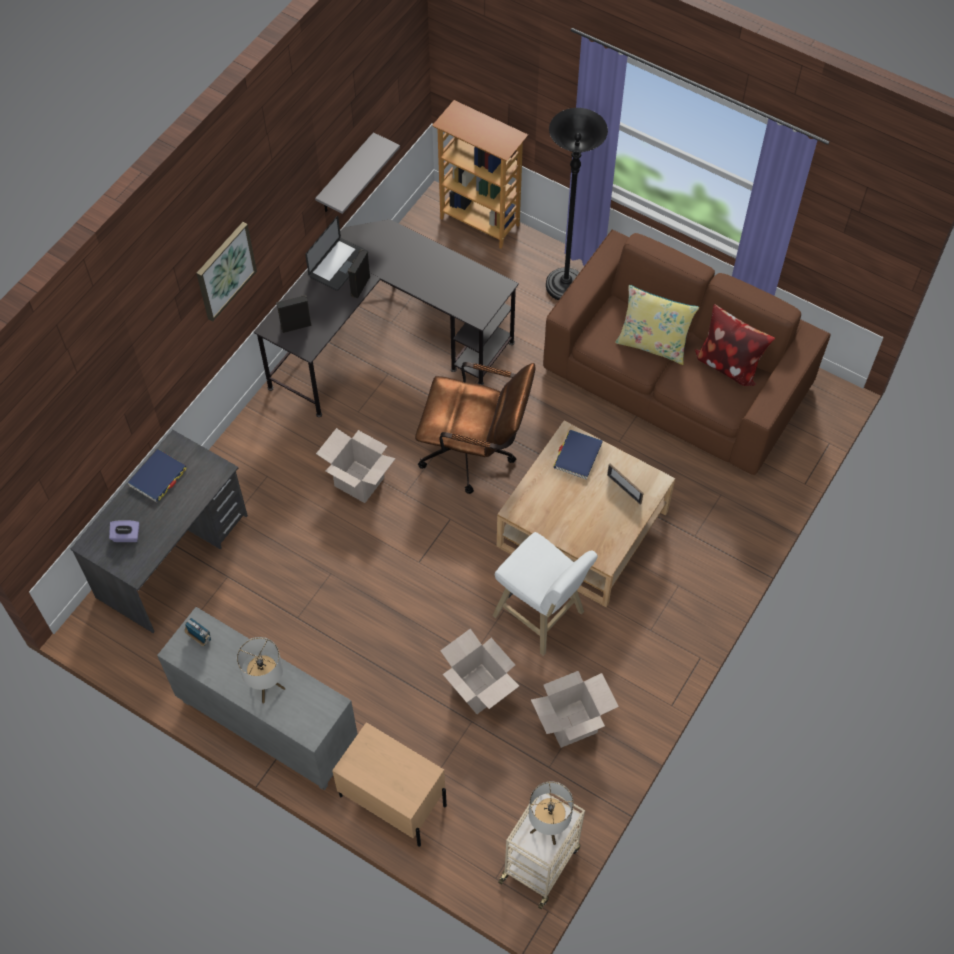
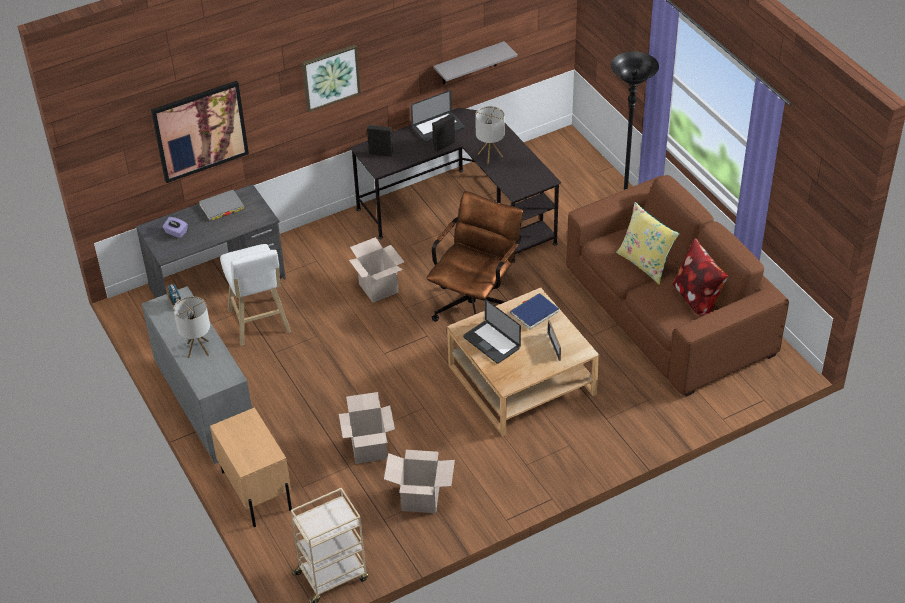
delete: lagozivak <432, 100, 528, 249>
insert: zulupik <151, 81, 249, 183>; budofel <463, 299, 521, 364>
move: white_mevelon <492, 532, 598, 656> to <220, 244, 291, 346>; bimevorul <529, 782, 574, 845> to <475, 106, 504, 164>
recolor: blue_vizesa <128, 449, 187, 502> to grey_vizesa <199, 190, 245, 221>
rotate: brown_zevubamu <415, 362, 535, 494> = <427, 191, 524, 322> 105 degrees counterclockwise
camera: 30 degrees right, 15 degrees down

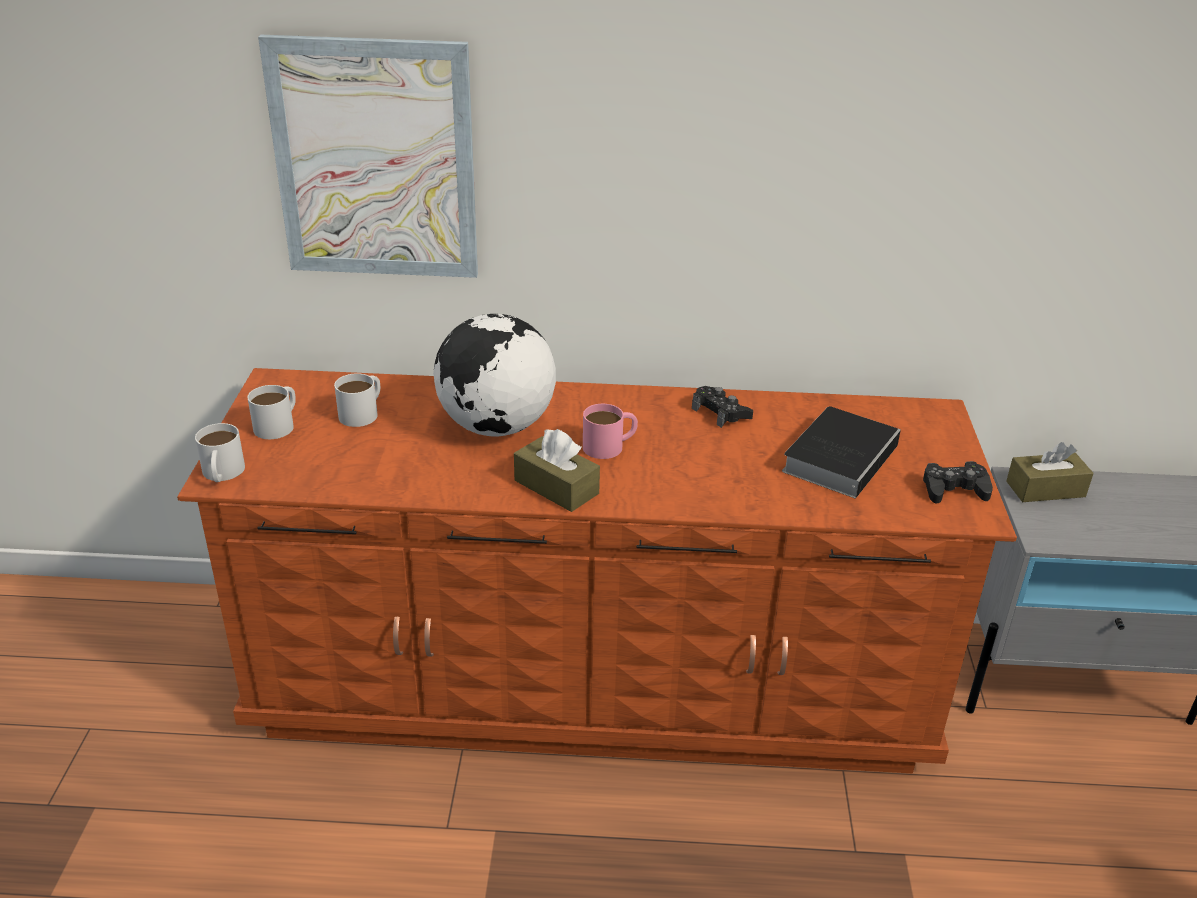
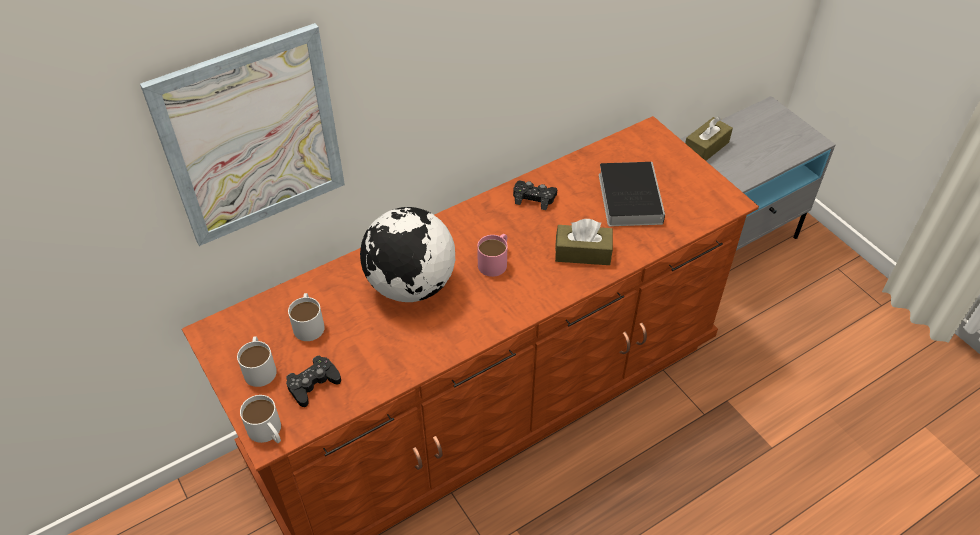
move: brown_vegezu <514, 429, 600, 512> to <555, 219, 613, 265>; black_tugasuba <923, 461, 993, 503> to <286, 355, 341, 407>
camera: 35 degrees left, 15 degrees up

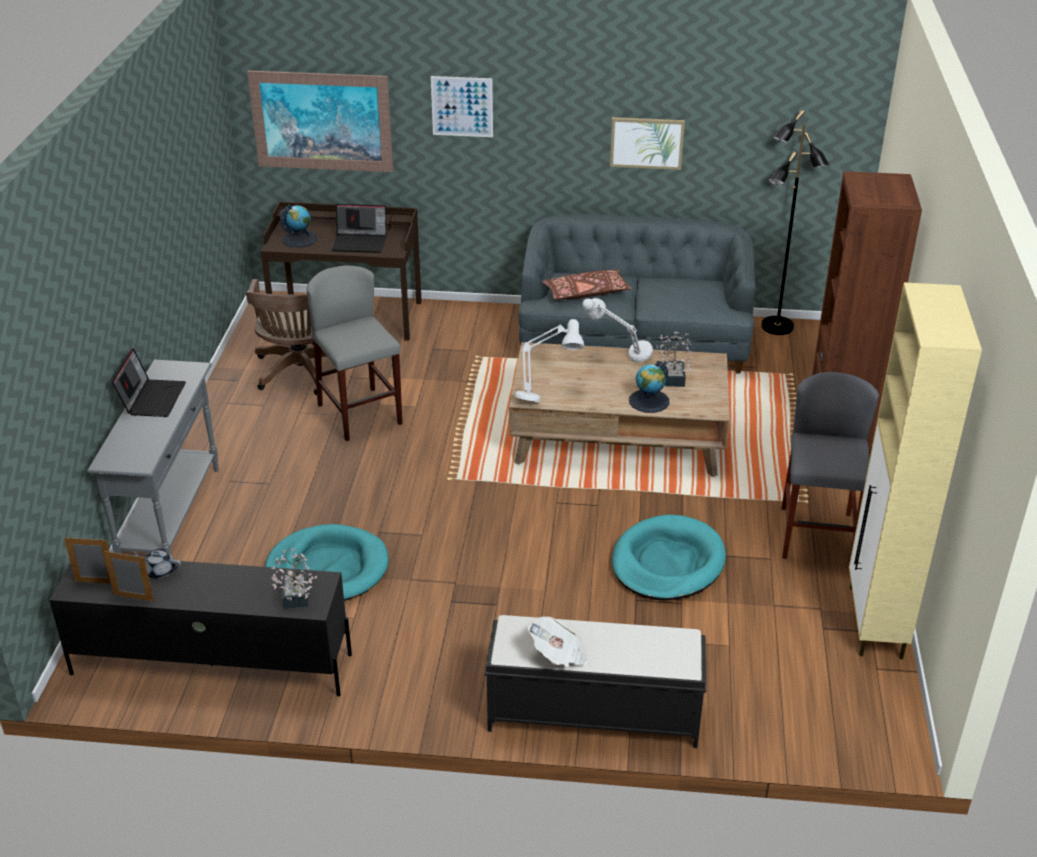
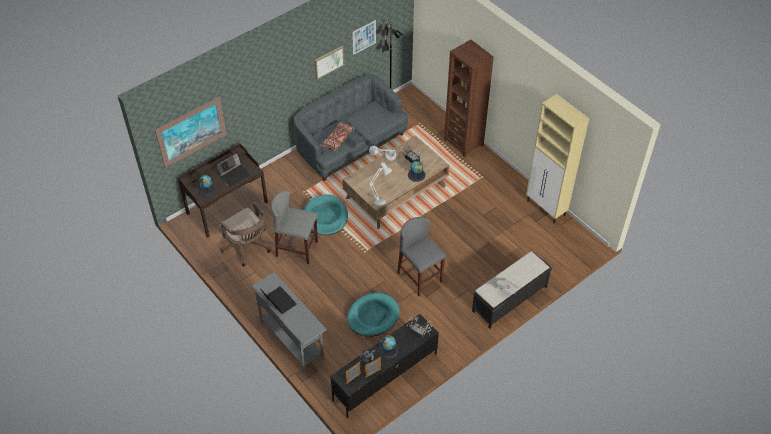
insert: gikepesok <378, 335, 399, 359>
move: zulupik <431, 76, 493, 137> to <352, 20, 376, 55>; grey_mevelon <781, 372, 879, 563> to <397, 217, 446, 296>; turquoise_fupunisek <612, 515, 726, 600> to <304, 194, 348, 235>
camera: 45 degrees left, 15 degrees up

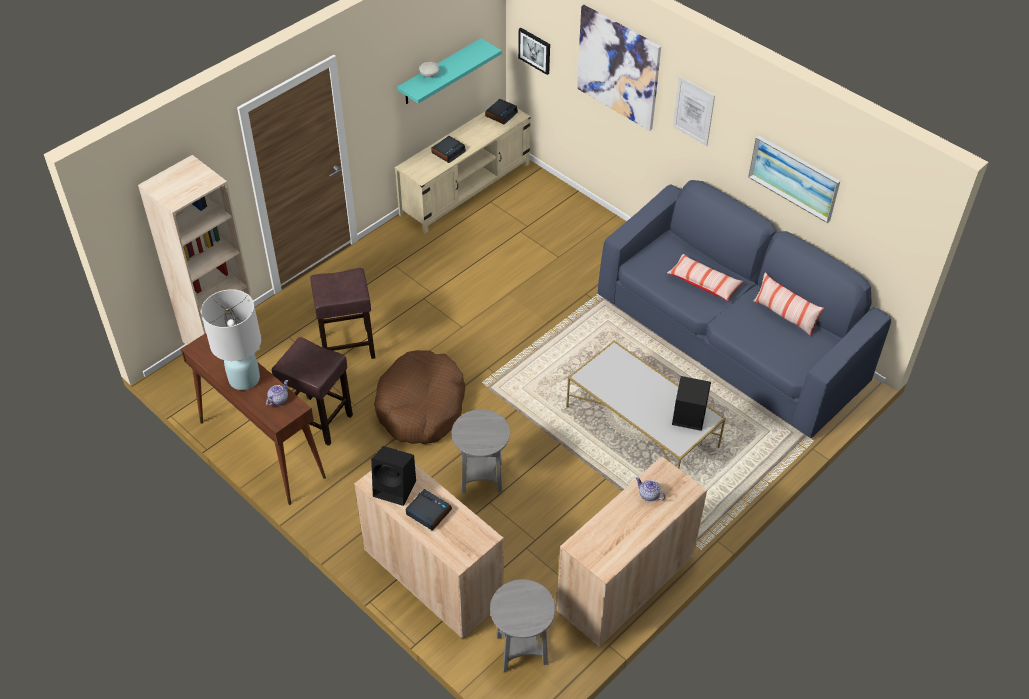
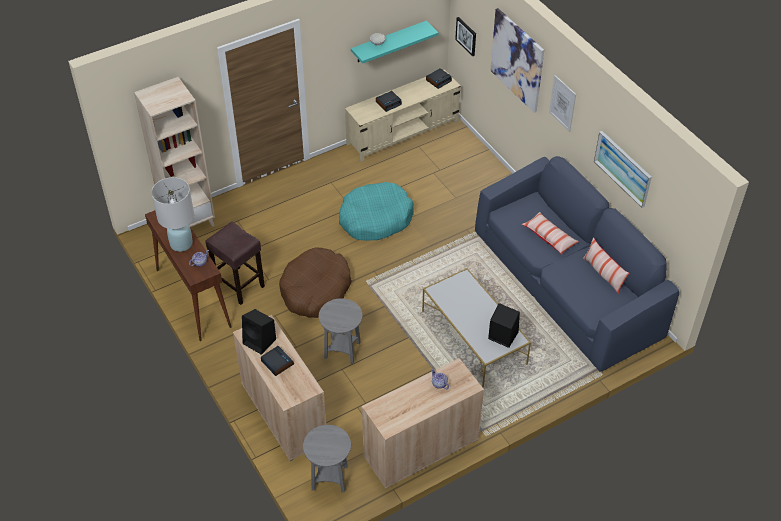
delete: brown_mevelon <310, 268, 375, 359>
insert: turquoise_fupunisek <339, 182, 414, 241>
camera: 15 degrees right, 0 degrees up

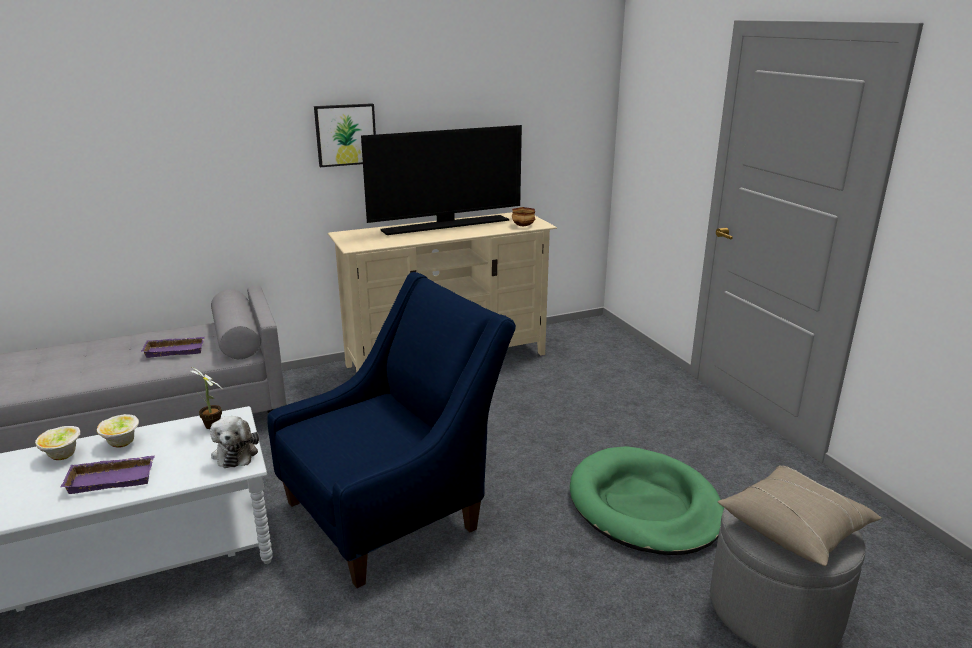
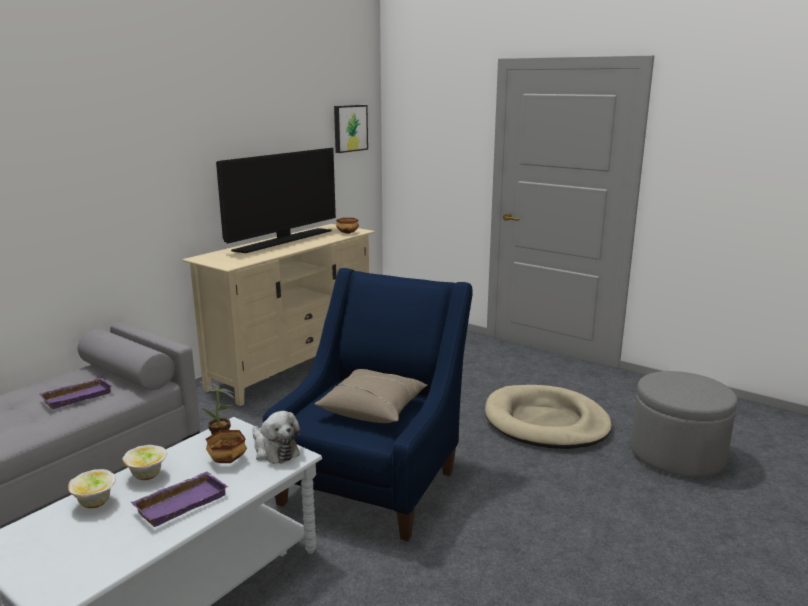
insert: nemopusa <206, 430, 247, 463>
move: zulupik <314, 103, 376, 167> to <334, 105, 368, 153>; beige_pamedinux <718, 465, 882, 566> to <314, 369, 427, 423>
recolor: green_fupunisek <570, 446, 724, 555> to beige_fupunisek <485, 385, 612, 449>
camera: 30 degrees left, 5 degrees down

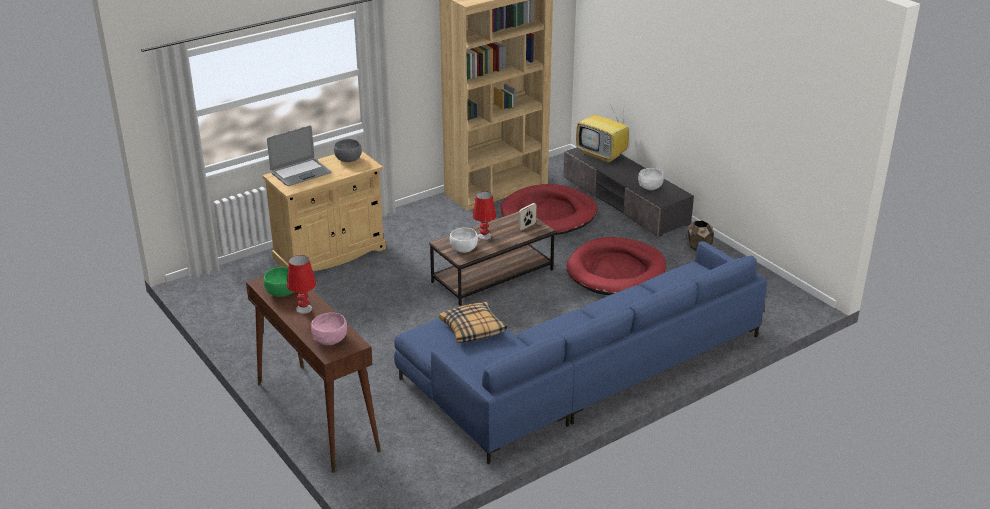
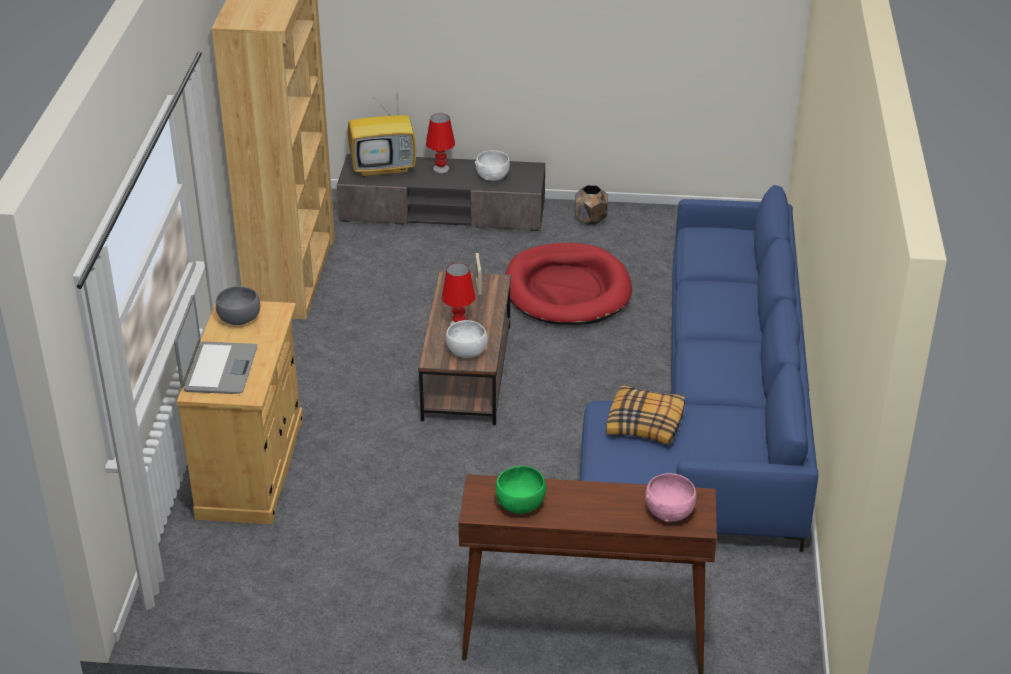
delete: red_fupunisek <500, 184, 597, 235>
move: red_bimevorul <287, 255, 316, 314> to <426, 113, 455, 173>
camera: 50 degrees left, 5 degrees up

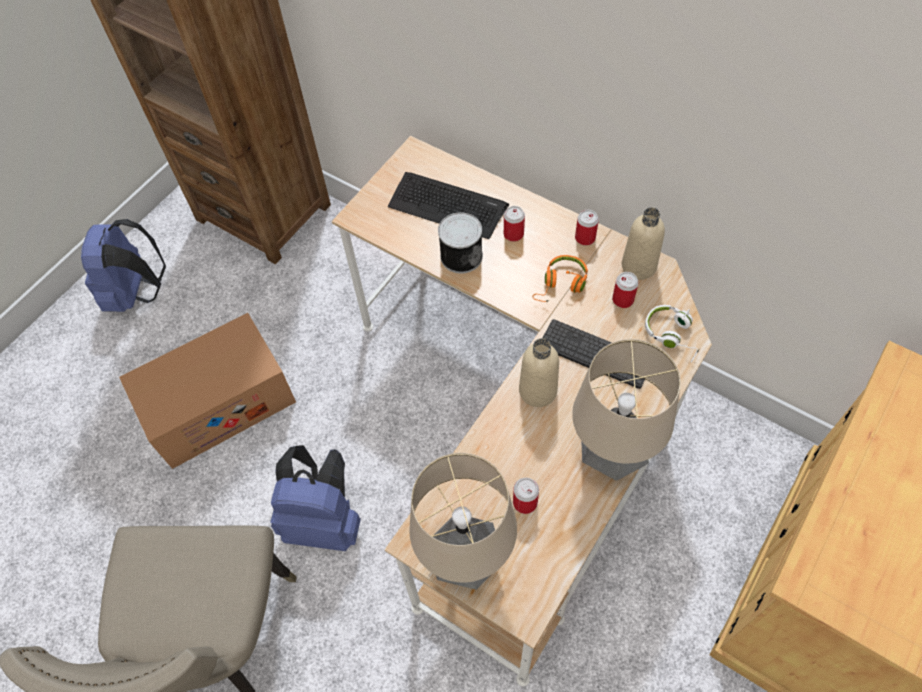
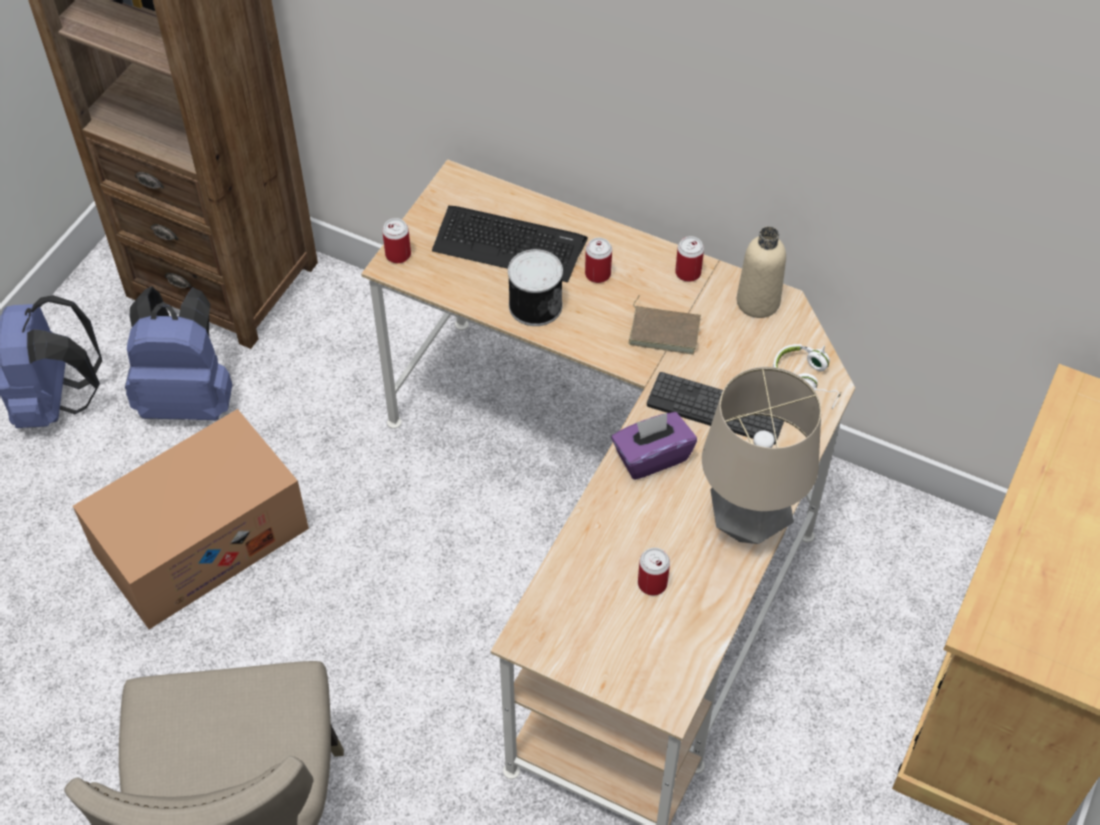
delete: bimevorul <409, 453, 517, 590>
move: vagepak <612, 272, 639, 308> to <382, 218, 411, 263>; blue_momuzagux <270, 445, 361, 551> to <125, 287, 233, 420>
replace: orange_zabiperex <532, 255, 588, 302> to brown_vizesa <628, 295, 701, 354>; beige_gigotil <519, 338, 559, 407> to purple_vegezu <611, 412, 697, 480>
camera: 10 degrees left, 5 degrees down

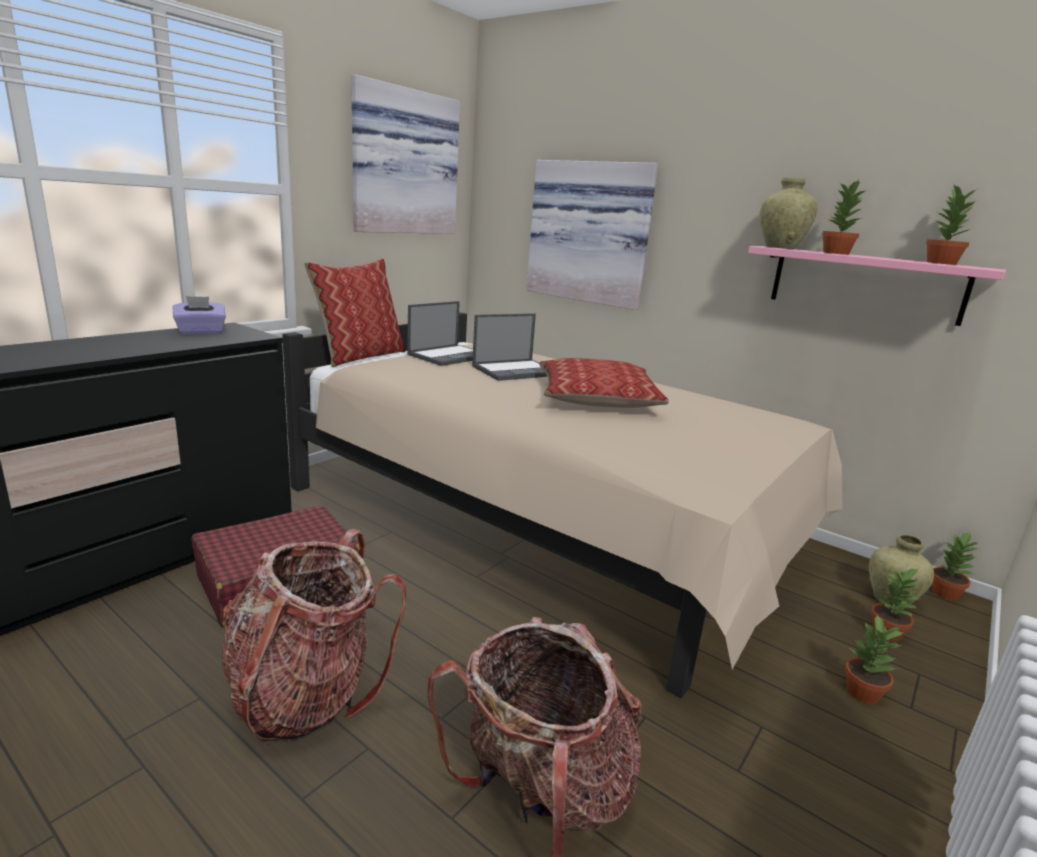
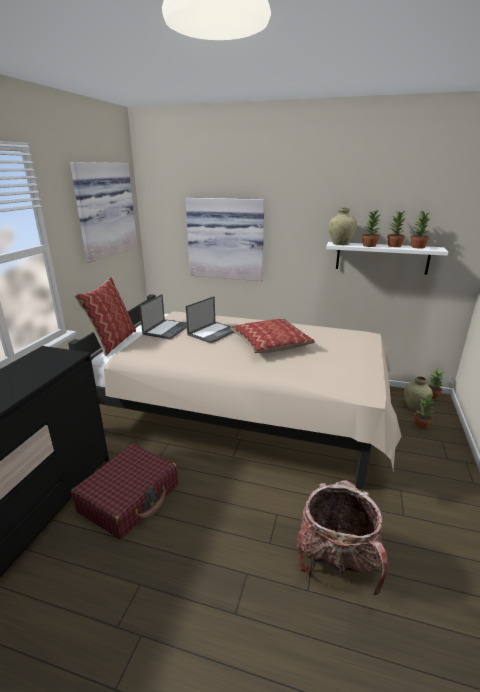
delete: purple_vegezu <173, 296, 226, 334>; momuzagux <222, 529, 406, 743>
move: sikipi <845, 615, 904, 704> to <387, 210, 406, 247>
recolor: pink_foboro <748, 246, 1006, 326> to white_foboro <326, 242, 449, 275>
camera: 20 degrees left, 5 degrees up

